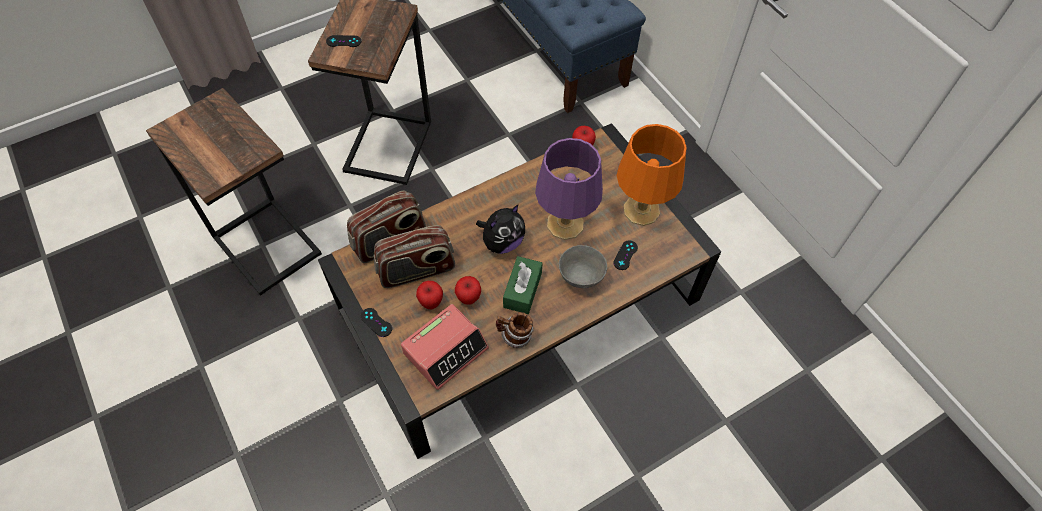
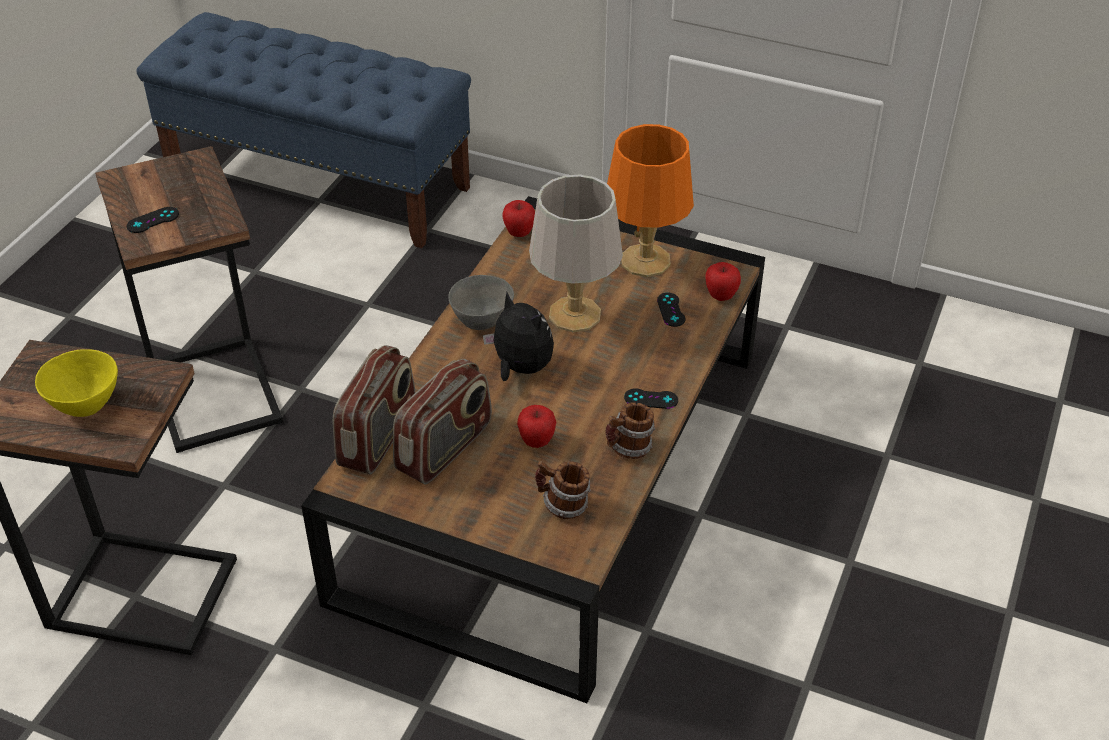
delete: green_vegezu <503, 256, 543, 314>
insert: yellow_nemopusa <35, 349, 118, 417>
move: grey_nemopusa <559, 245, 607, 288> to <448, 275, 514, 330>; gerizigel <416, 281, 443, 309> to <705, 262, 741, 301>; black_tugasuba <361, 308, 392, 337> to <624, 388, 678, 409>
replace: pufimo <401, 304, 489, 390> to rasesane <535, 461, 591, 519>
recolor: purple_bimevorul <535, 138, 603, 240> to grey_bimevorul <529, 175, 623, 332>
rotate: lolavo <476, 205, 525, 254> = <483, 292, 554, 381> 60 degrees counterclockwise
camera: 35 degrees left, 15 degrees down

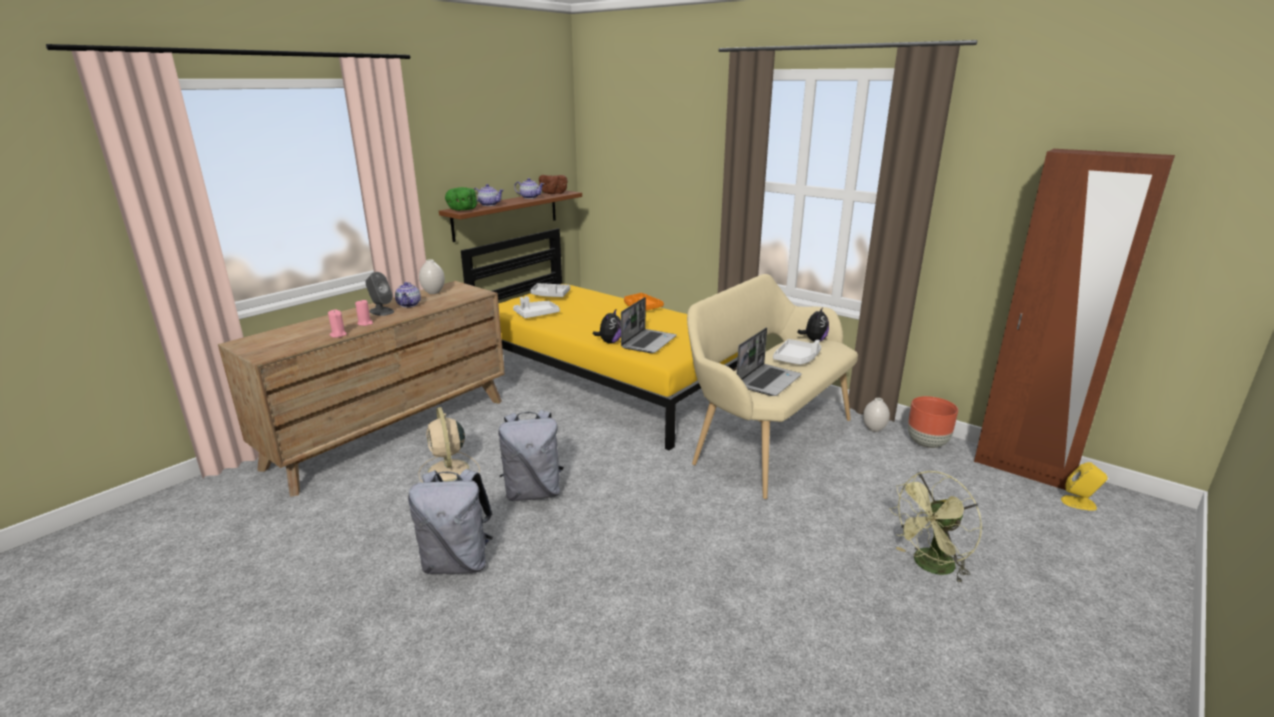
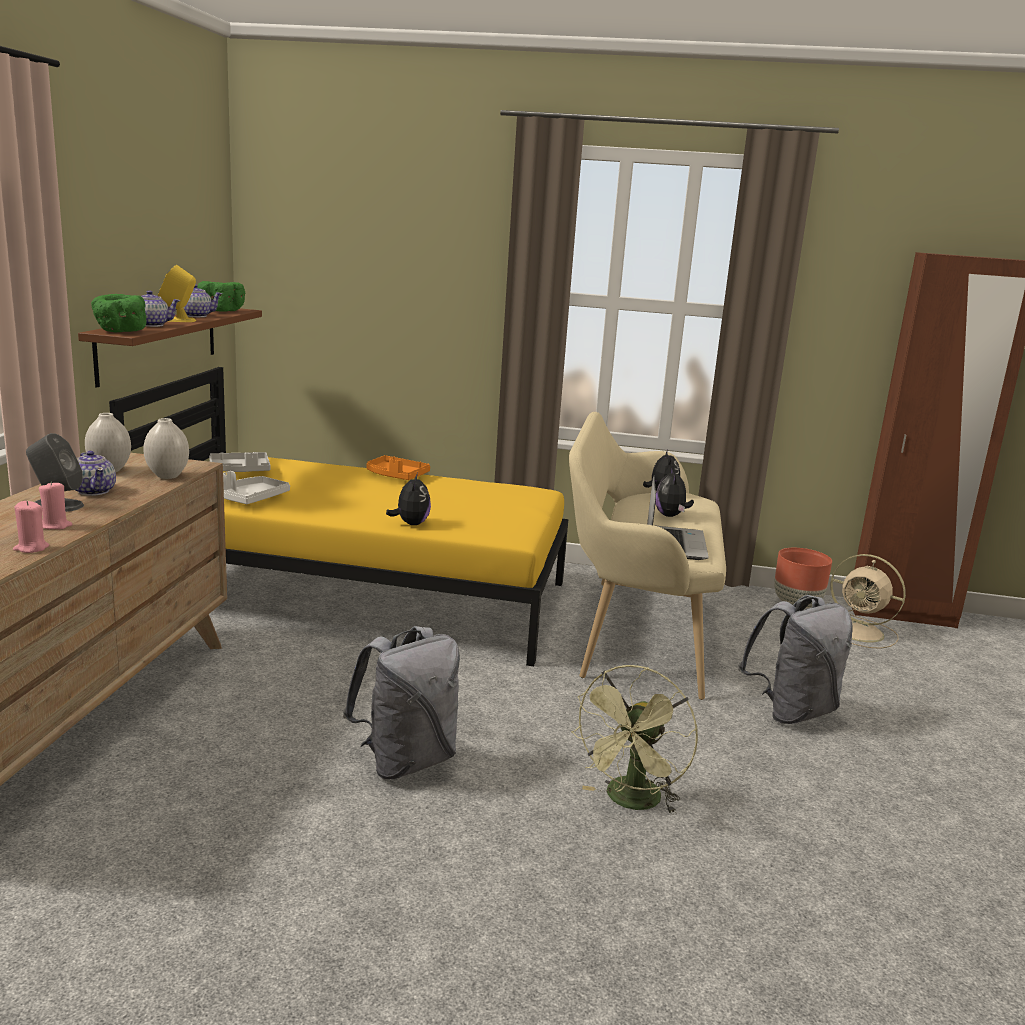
delete: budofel <621, 297, 677, 353>
move: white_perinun <863, 398, 890, 432> to <143, 418, 189, 479>; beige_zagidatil <418, 407, 480, 482> to <830, 554, 906, 649>; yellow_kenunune <1061, 462, 1108, 511> to <158, 265, 196, 322>; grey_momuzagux <408, 469, 493, 574> to <738, 595, 852, 724>; green_zagidatil <889, 471, 982, 583> to <571, 665, 698, 815>
replace: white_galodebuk <773, 339, 821, 365> to lolavo <655, 468, 694, 517>
recolor: brown_nemopusa <539, 175, 568, 194> to green_nemopusa <197, 281, 245, 312>
camera: 30 degrees left, 5 degrees down

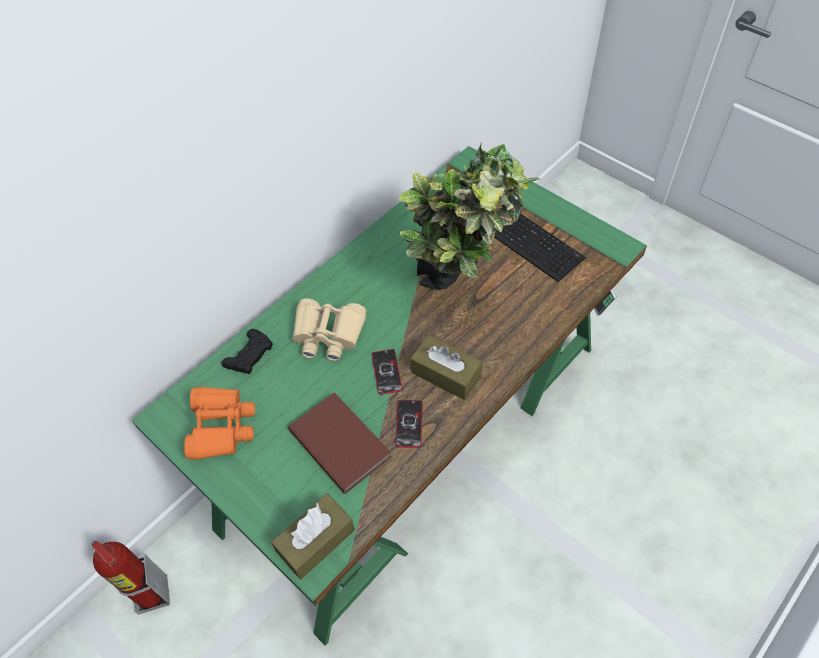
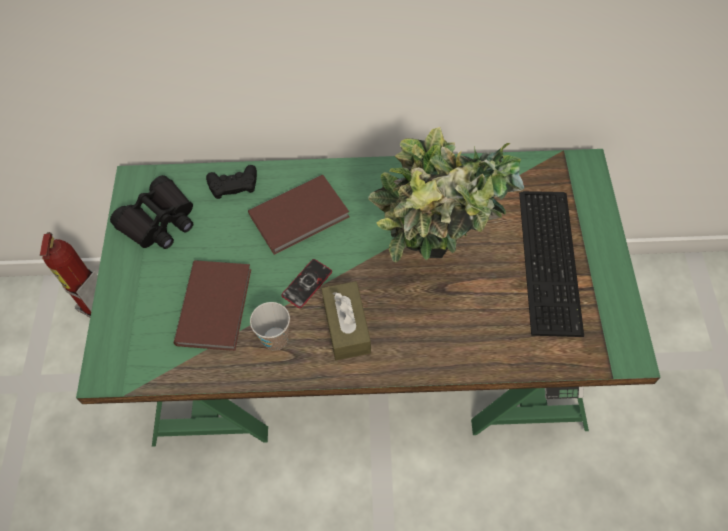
delete: brown_vegezu <271, 494, 355, 580>
replace: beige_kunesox <292, 299, 366, 361> to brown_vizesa <248, 175, 349, 255>; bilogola <395, 400, 423, 448> to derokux <250, 302, 290, 350>
recolor: orange_kunesox <184, 387, 255, 460> to black_kunesox <110, 175, 193, 249>
camera: 45 degrees right, 5 degrees up

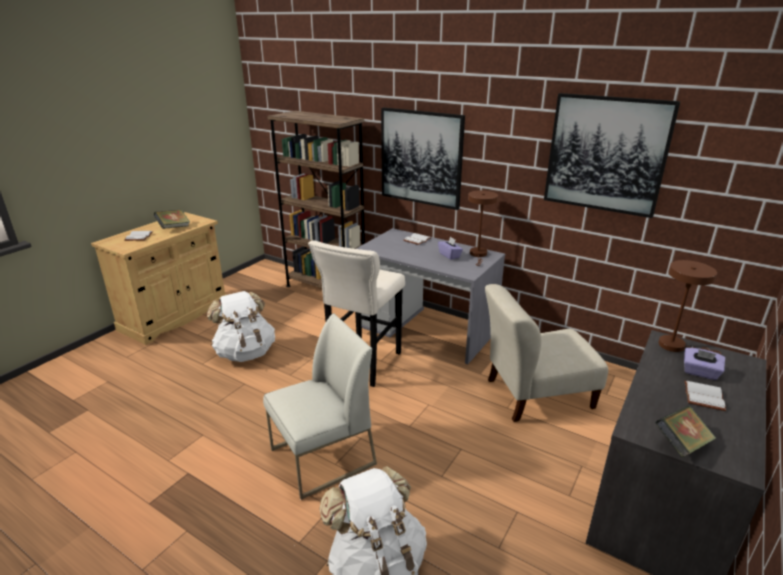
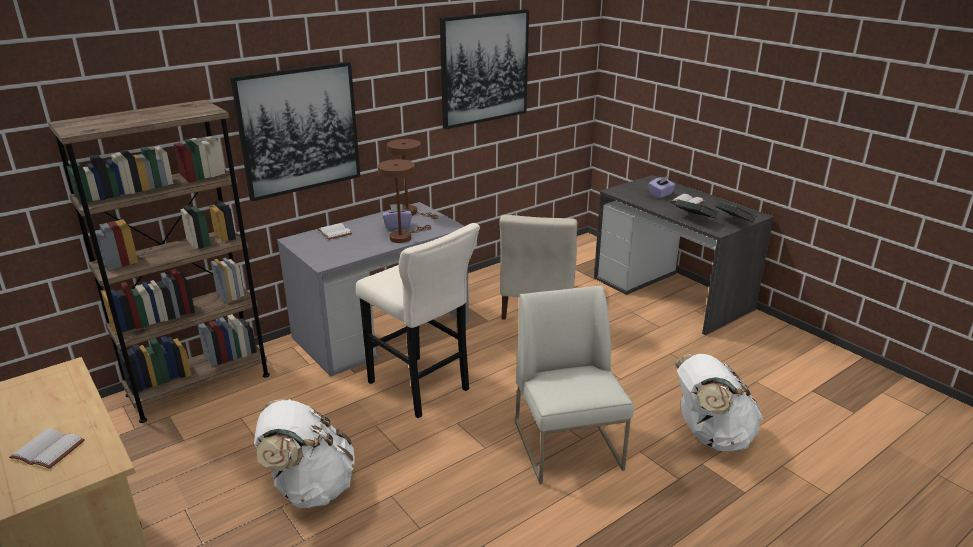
move: vizesa <154, 210, 190, 229> to <675, 199, 719, 219>; brown_bimevorul <658, 260, 722, 355> to <378, 159, 431, 243>
camera: 70 degrees left, 0 degrees up

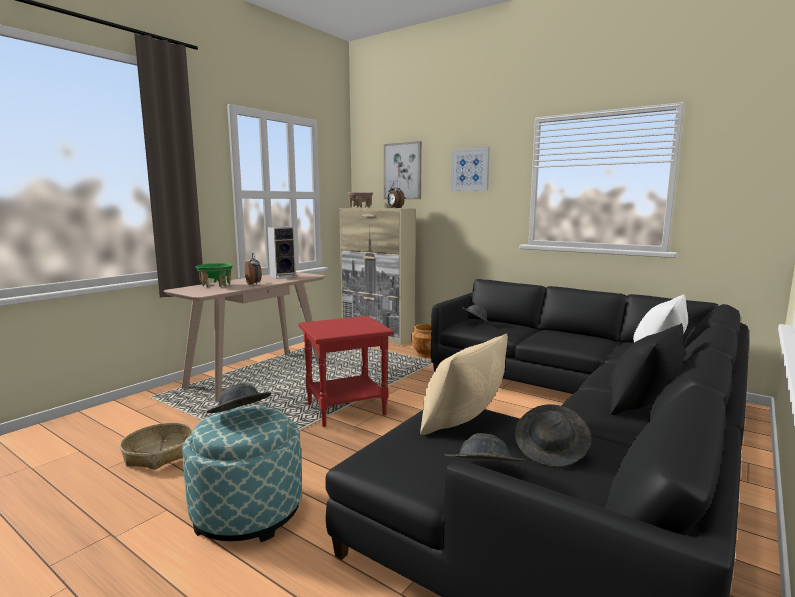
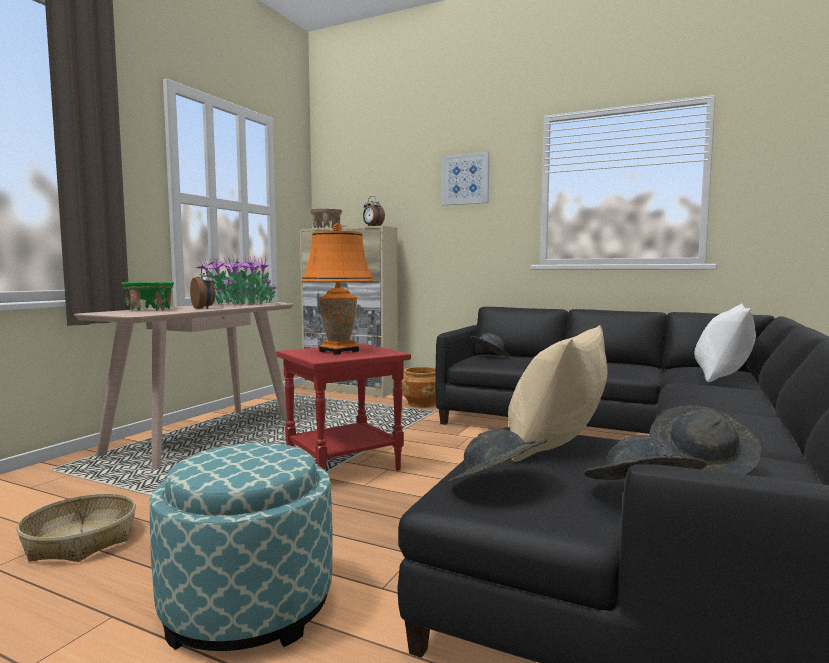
delete: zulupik <384, 141, 422, 199>; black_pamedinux <609, 323, 684, 415>
insert: orange_bimevorul <302, 223, 374, 355>
move: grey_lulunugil <207, 384, 271, 413> to <448, 429, 547, 482>
replace: kenunune <268, 226, 296, 279> to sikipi <196, 256, 279, 305>
camera: 10 degrees left, 5 degrees down

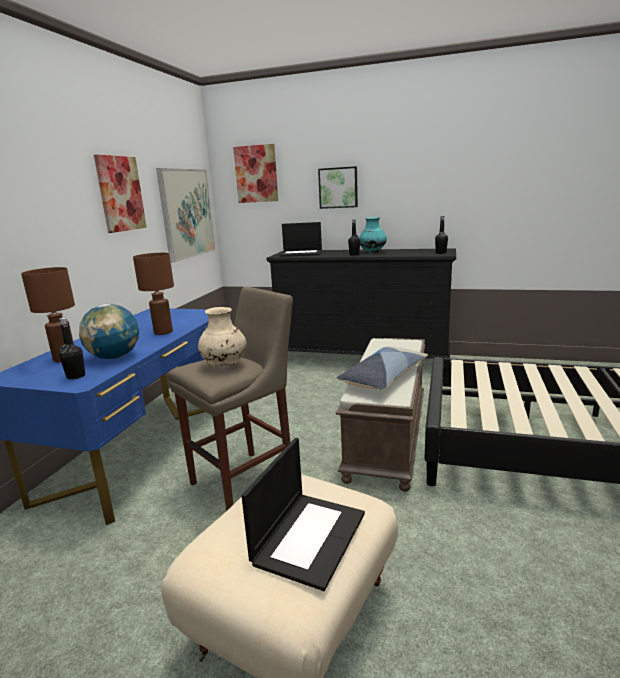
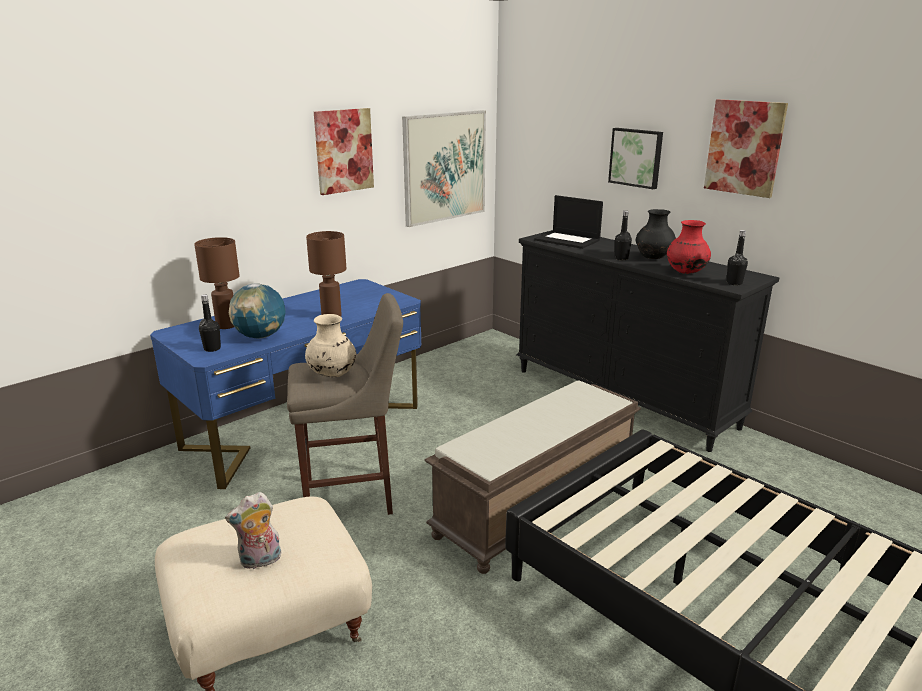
delete: pamedinux <336, 346, 428, 391>
insert: red_perinun <667, 220, 711, 274>
move: zulupik <233, 144, 278, 203> to <704, 99, 788, 198>
replace: budofel <242, 438, 365, 591> to lolavo <225, 492, 281, 569>
recolor: turquoise_perinun <359, 217, 387, 253> to black_perinun <636, 209, 676, 259>
camera: 30 degrees right, 5 degrees up

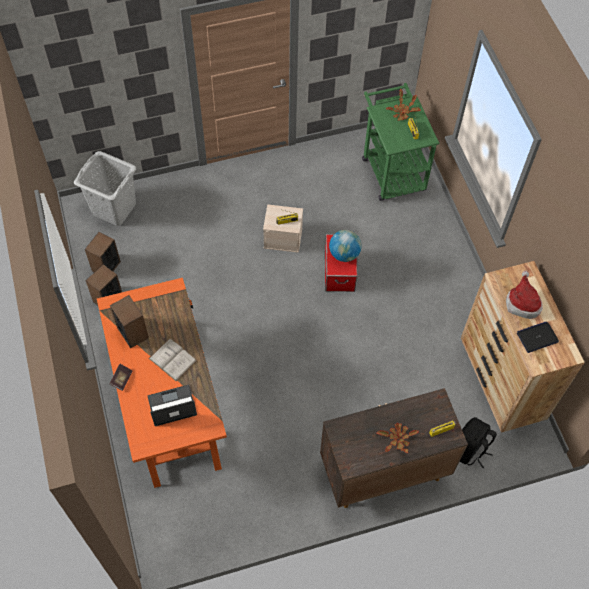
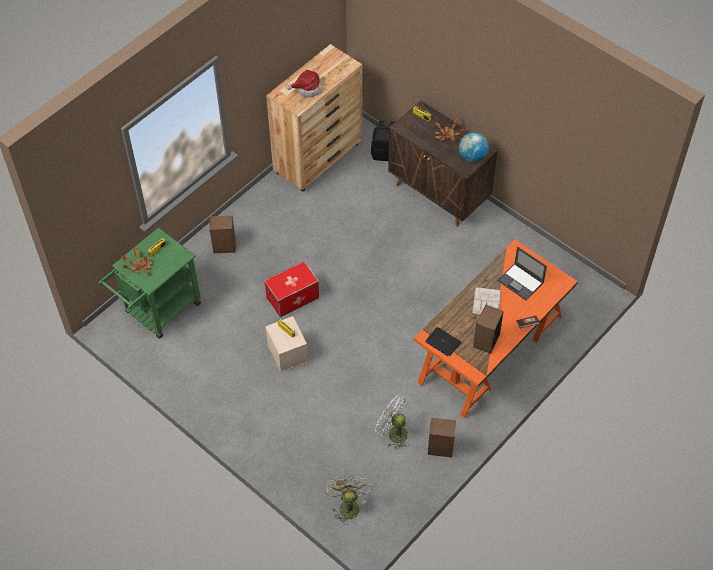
insert: white_zagidatil <375, 395, 409, 449>
move: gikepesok <329, 230, 362, 262> to <459, 132, 489, 162>; kenunune <85, 232, 121, 272> to <210, 216, 236, 253>; budofel <517, 322, 559, 353> to <426, 327, 461, 357>
replace: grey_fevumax <74, 151, 136, 226> to green_zagidatil <326, 476, 372, 524>
camera: 120 degrees left, 5 degrees down

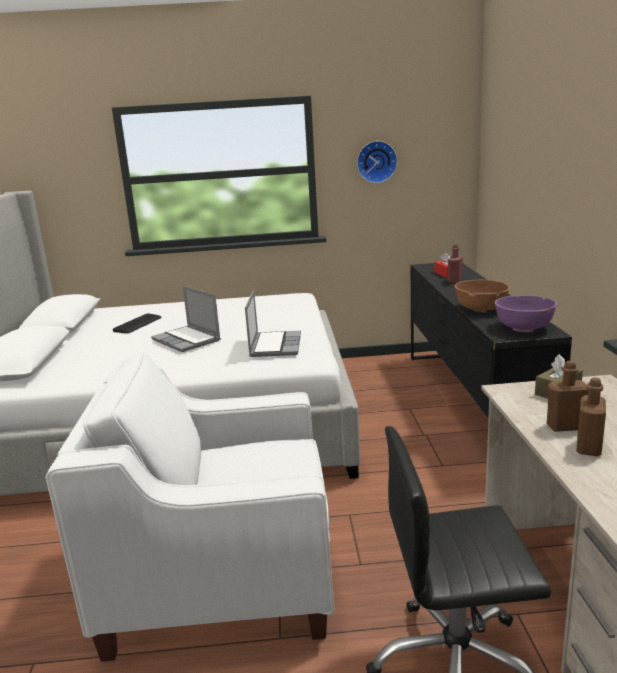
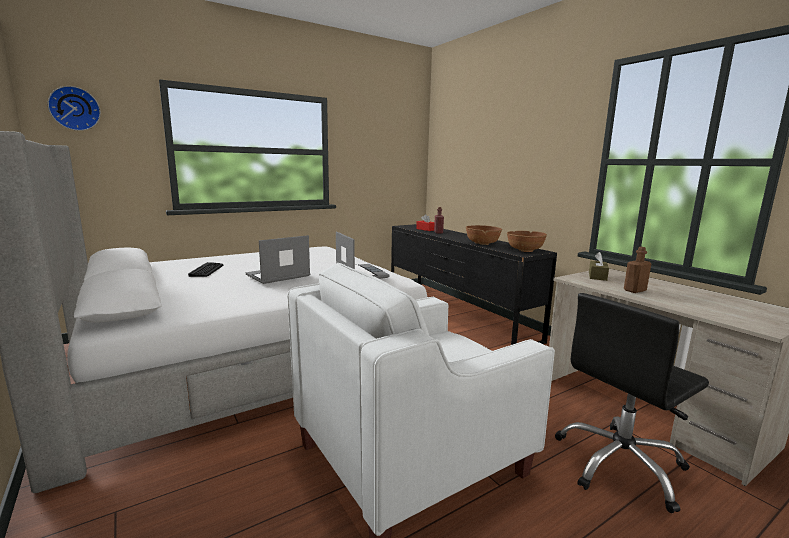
delete: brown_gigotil <576, 377, 606, 456>
move: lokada <357, 141, 397, 183> to <48, 86, 101, 131>
recolor: purple_nemopusa <495, 295, 557, 332> to brown_nemopusa <507, 231, 547, 252>
rotate: budofel <151, 286, 221, 352> = <246, 235, 310, 284> 120 degrees clockwise
camera: 30 degrees left, 5 degrees down

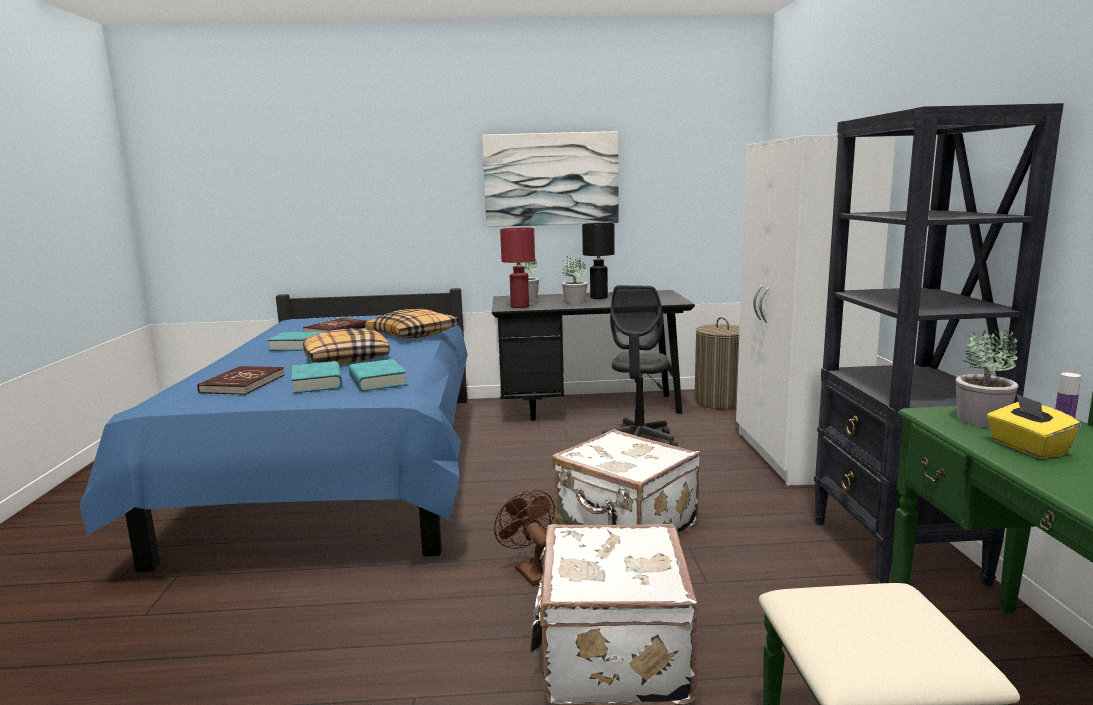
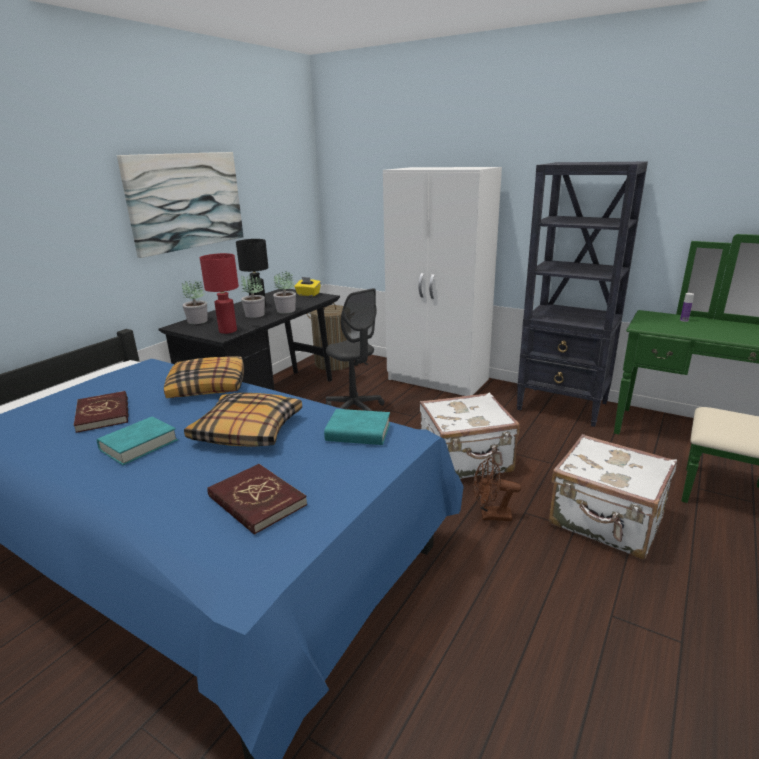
delete: turquoise_vizesa <291, 361, 342, 393>
move: sikipi <956, 330, 1018, 428> to <273, 271, 296, 313>; yellow_vegezu <987, 393, 1081, 459> to <294, 277, 321, 296>
camera: 55 degrees left, 10 degrees up

